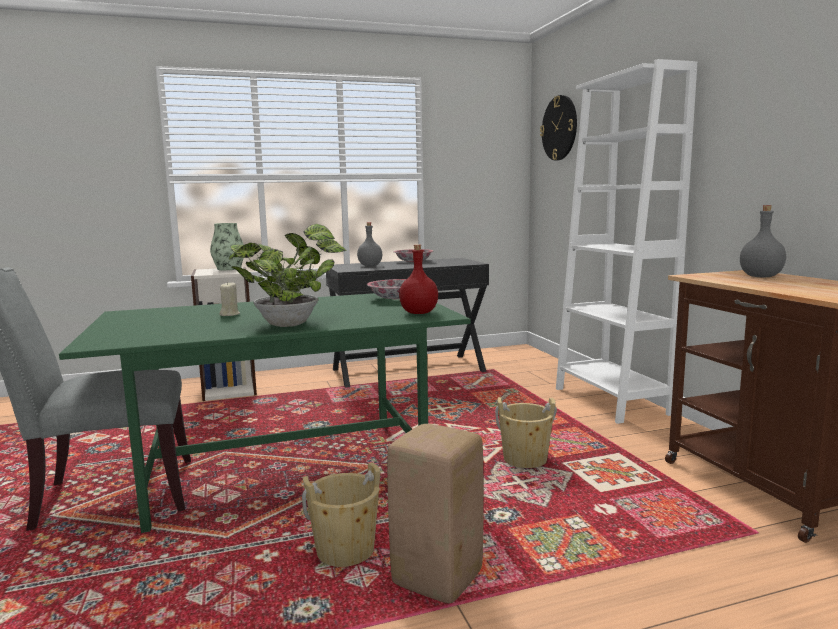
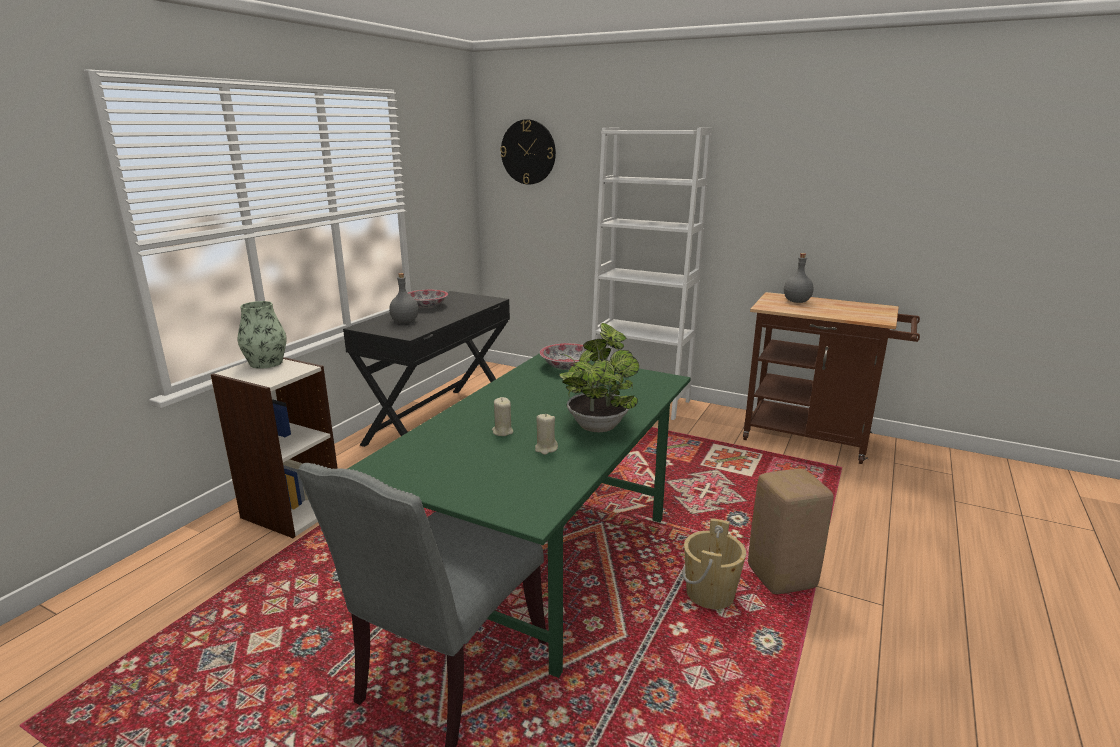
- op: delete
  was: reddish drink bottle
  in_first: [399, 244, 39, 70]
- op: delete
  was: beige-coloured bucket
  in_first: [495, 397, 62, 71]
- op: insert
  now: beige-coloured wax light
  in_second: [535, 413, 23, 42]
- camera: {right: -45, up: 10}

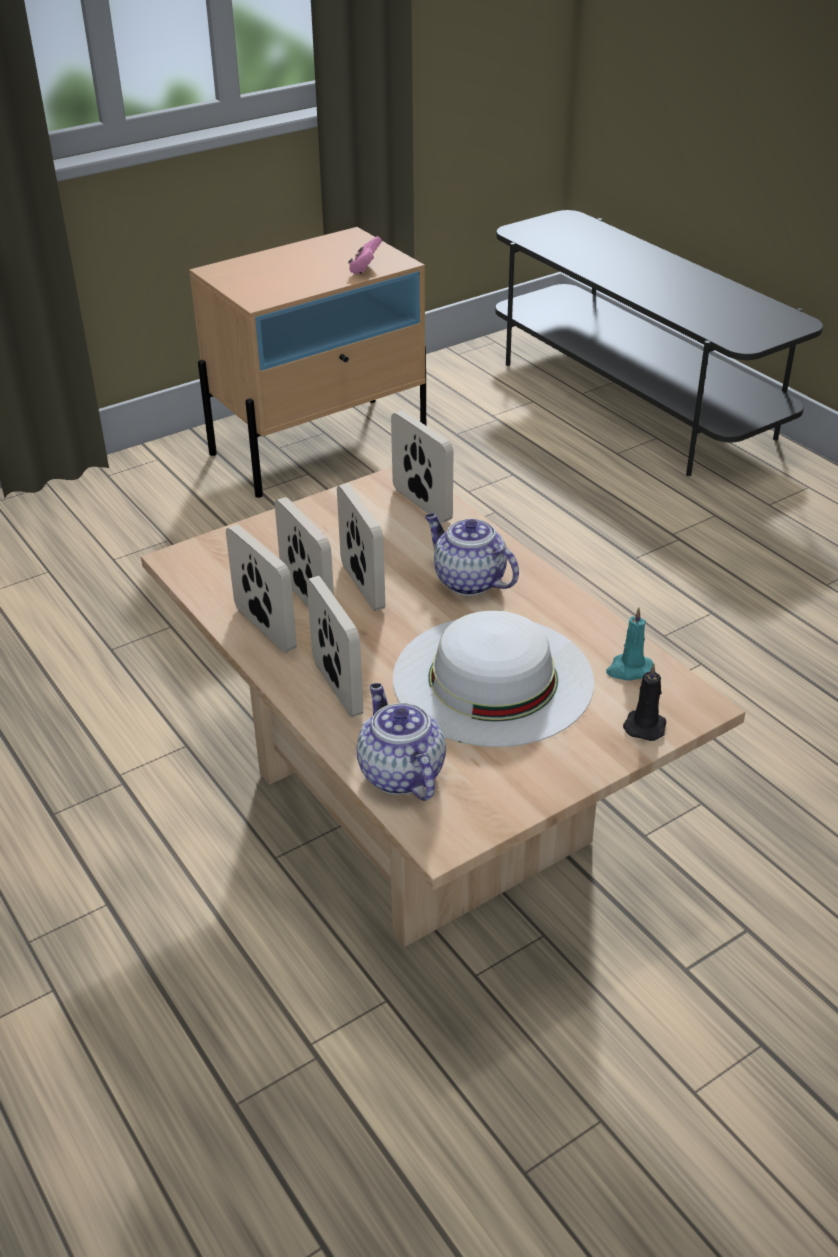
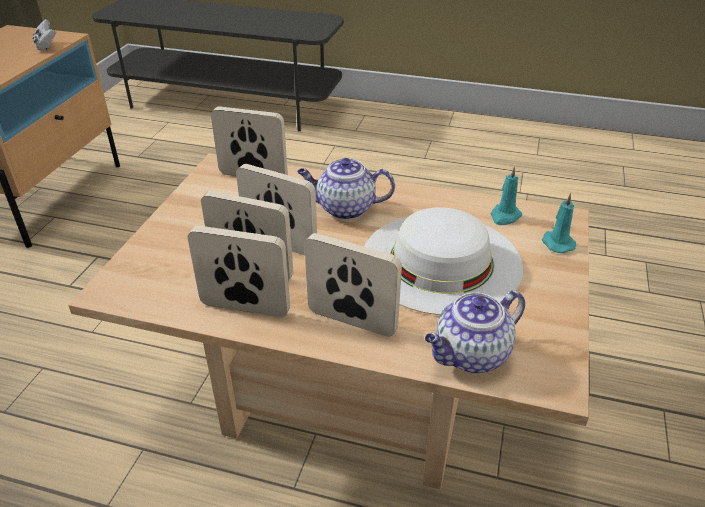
- op: recolor
  was: pink game controller
  now: white game controller
  in_first: [348, 236, 34, 38]
  in_second: [32, 19, 24, 32]
- op: rotate
  was: pot for tea
  in_first: [357, 683, 89, 118]
  in_second: [425, 290, 100, 84]
  clockwise: -60
- op: recolor
  was: blackish wax light
  now: turquoise wax light
  in_first: [623, 663, 43, 78]
  in_second: [542, 193, 34, 60]
- camera: {right: -40, up: 0}

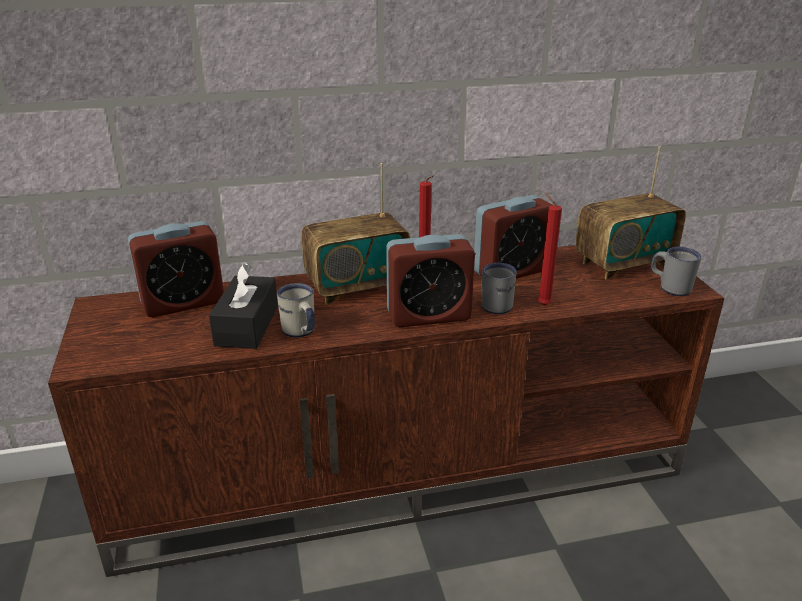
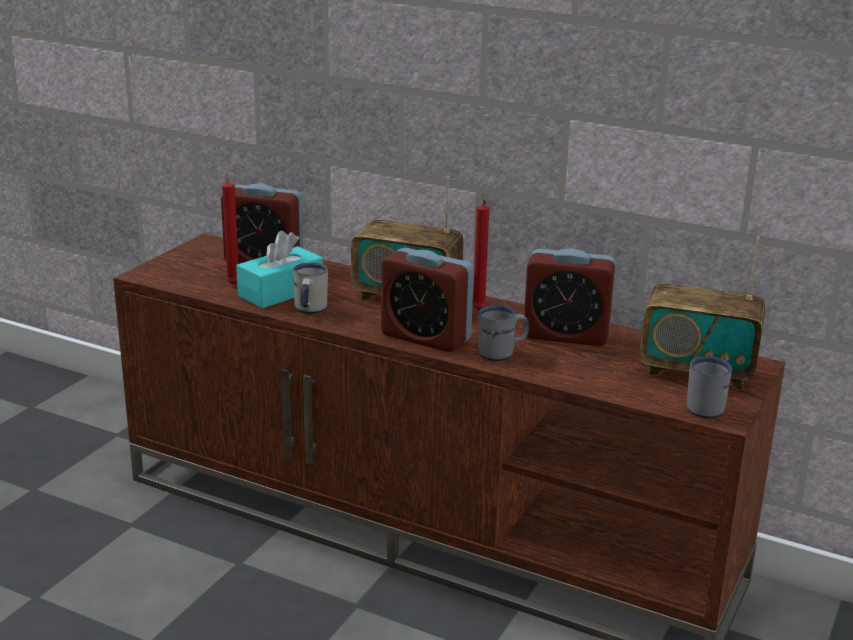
- op: recolor
  was: blackish tissue box
  now: turquoise tissue box
  in_first: [209, 263, 69, 86]
  in_second: [236, 231, 87, 78]
- op: move
  was: reddish wax light
  in_first: [537, 192, 25, 114]
  in_second: [222, 170, 17, 115]
- camera: {right: 40, up: -5}

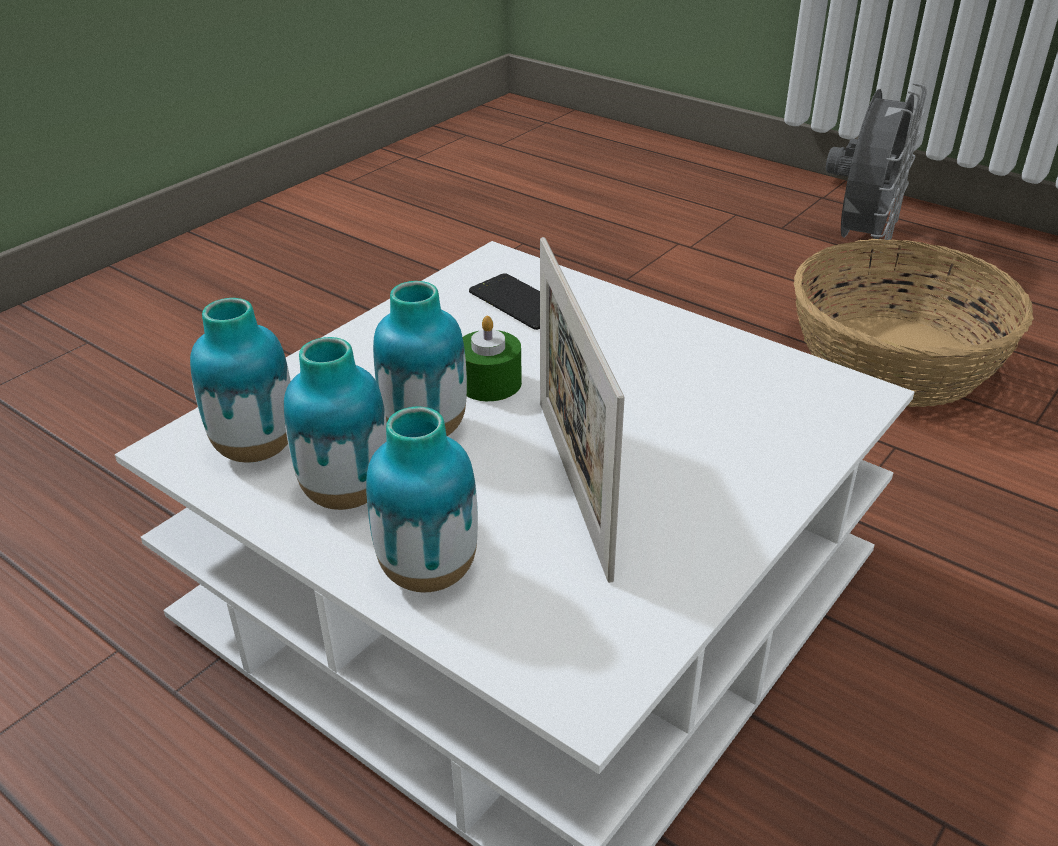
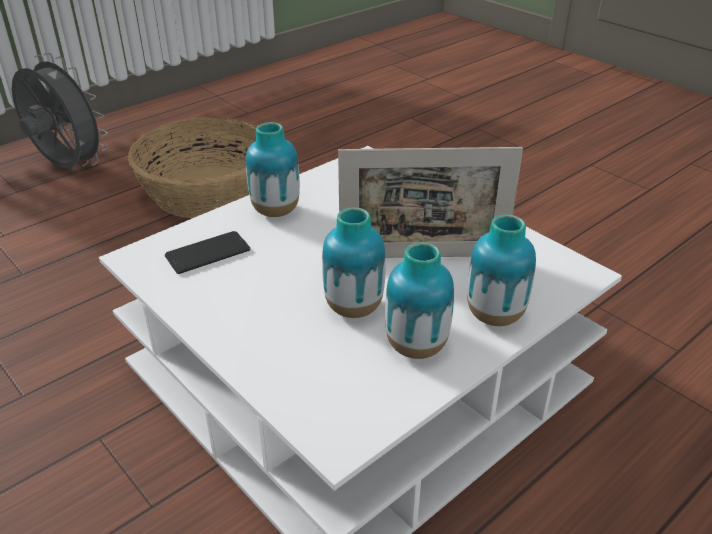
- op: move
  was: flower vase
  in_first: [190, 298, 101, 164]
  in_second: [246, 122, 54, 95]
- op: delete
  was: greenish wax light
  in_first: [463, 316, 59, 85]
- camera: {right: -80, up: 0}

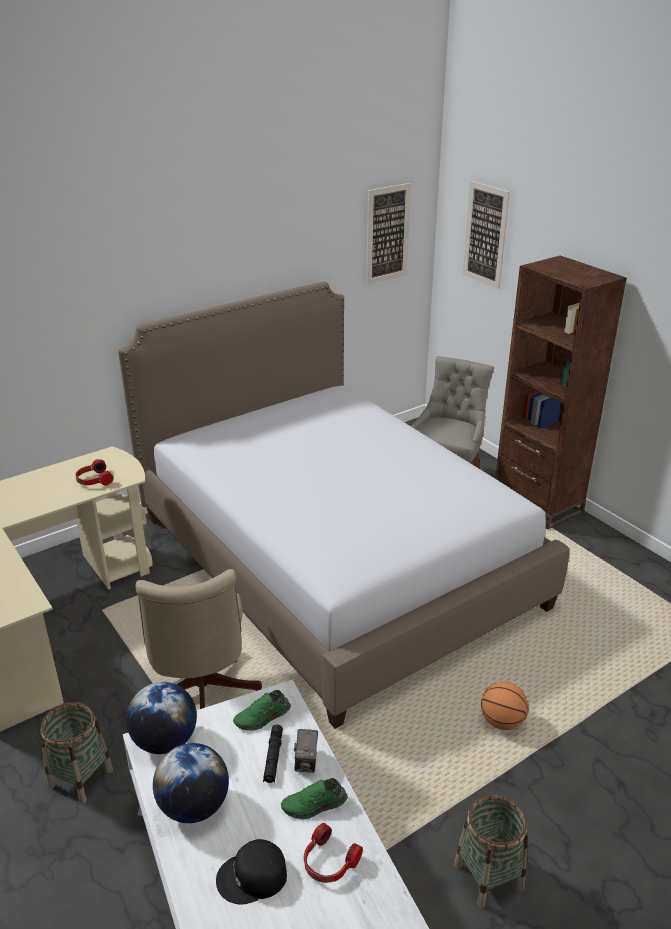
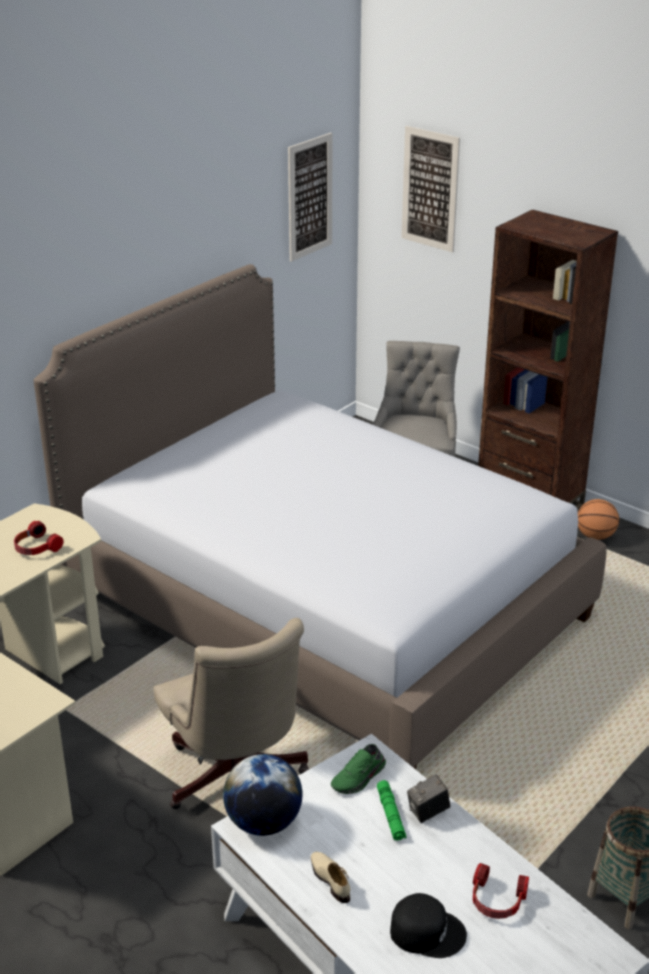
- op: delete
  was: household basket
  in_first: [40, 702, 73, 102]
- op: replace
  was: globe
  now: beige-coloured item of footwear
  in_first: [153, 743, 76, 80]
  in_second: [311, 852, 39, 51]
- op: rotate
  was: blackish baseball cap
  in_first: [216, 839, 71, 66]
  in_second: [390, 893, 77, 65]
  clockwise: -135
- op: recolor
  was: blackish flashlight
  now: greenish flashlight
  in_first: [263, 724, 20, 59]
  in_second: [377, 780, 29, 60]
- op: delete
  was: greenish item of footwear
  in_first: [281, 778, 67, 41]
- op: rotate
  was: photo camera
  in_first: [294, 729, 24, 44]
  in_second: [407, 775, 43, 48]
  clockwise: 75
- op: move
  was: basketball ball
  in_first: [481, 682, 48, 48]
  in_second: [578, 499, 41, 41]
- camera: {right: -15, up: 0}

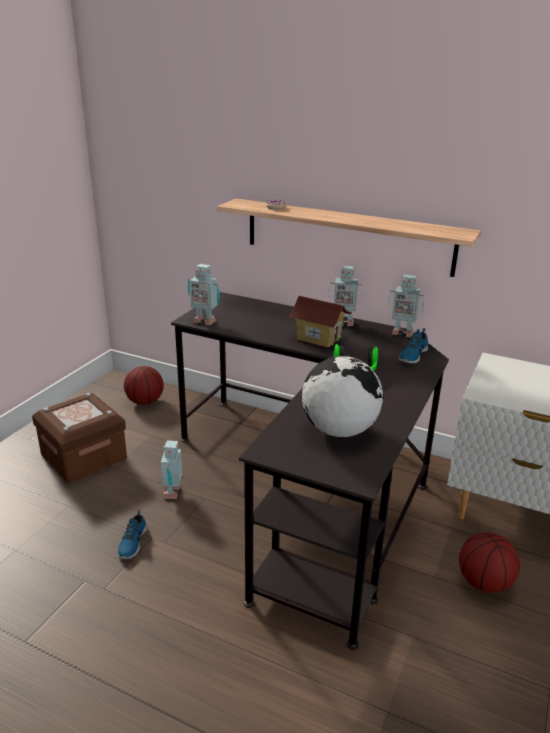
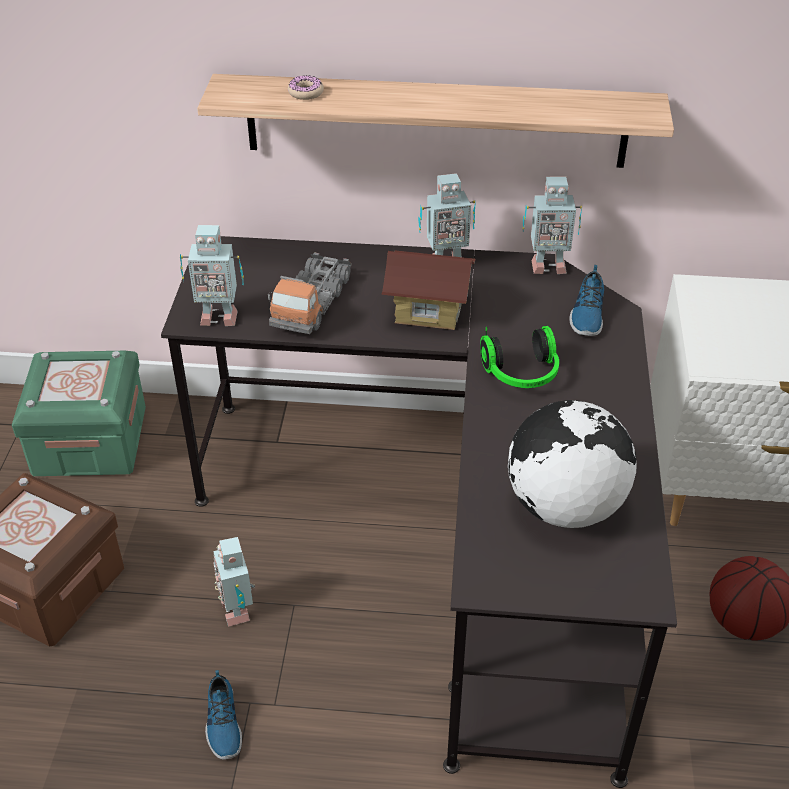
- op: replace
  was: basketball ball
  now: greenish storage box
  in_first: [124, 366, 40, 39]
  in_second: [12, 351, 134, 125]
- op: insert
  now: toy truck
  in_second: [268, 252, 83, 82]
- camera: {right: -20, up: 15}

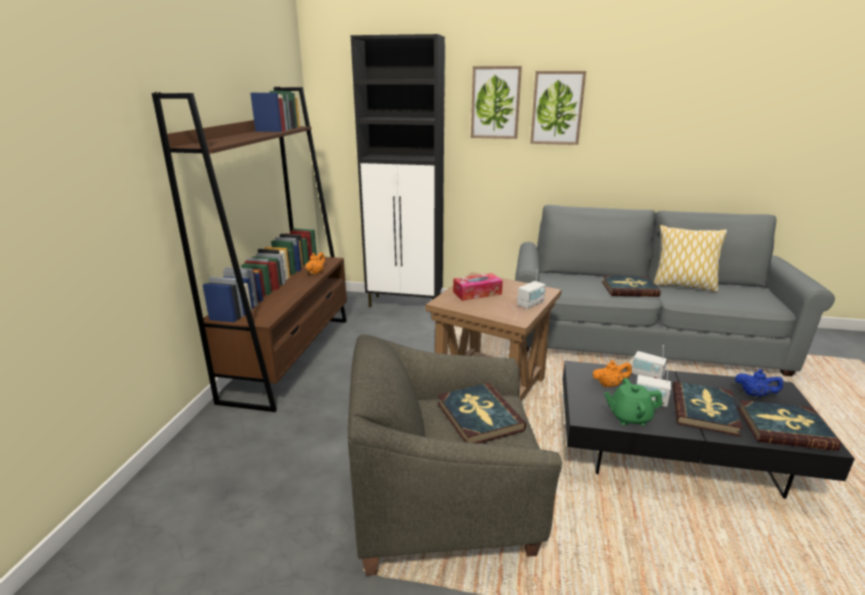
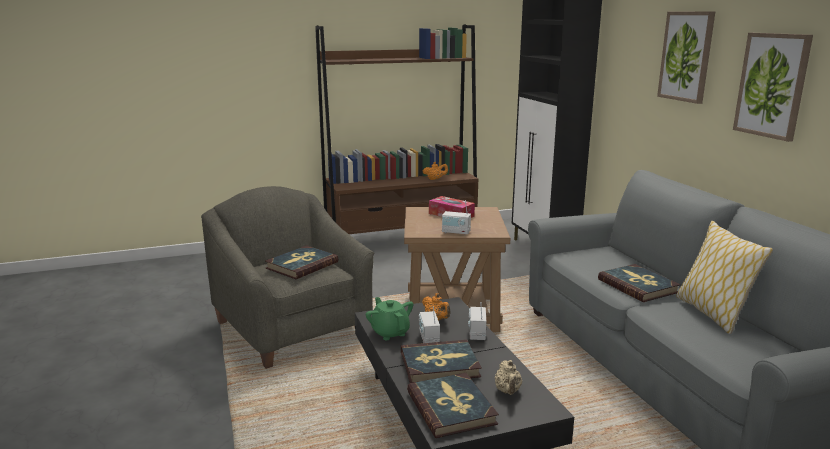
- op: move
  was: picture
  in_first: [471, 66, 51, 73]
  in_second: [733, 33, 80, 109]
- op: recolor
  was: bluish pot for tea
  now: beige-coloured pot for tea
  in_first: [735, 369, 49, 28]
  in_second: [494, 360, 28, 35]
- camera: {right: 60, up: -5}

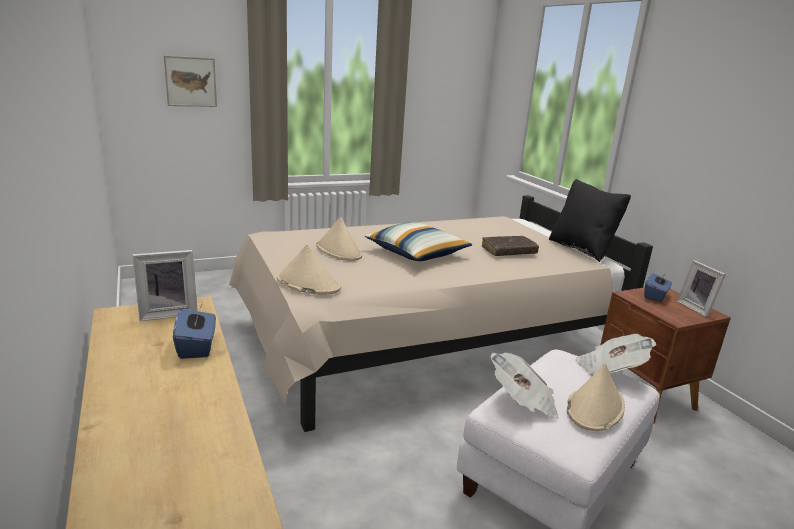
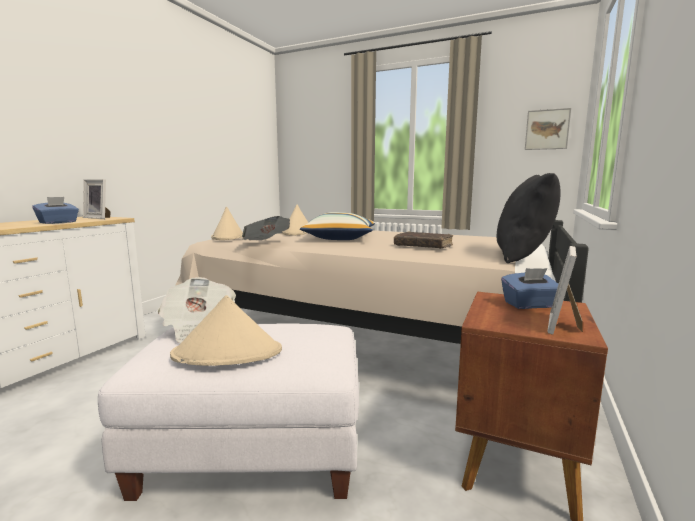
- op: move
  was: picture
  in_first: [164, 56, 53, 51]
  in_second: [525, 108, 46, 42]
- op: move
  was: printed paper
  in_first: [576, 334, 80, 42]
  in_second: [242, 216, 48, 24]
- camera: {right: 50, up: -10}

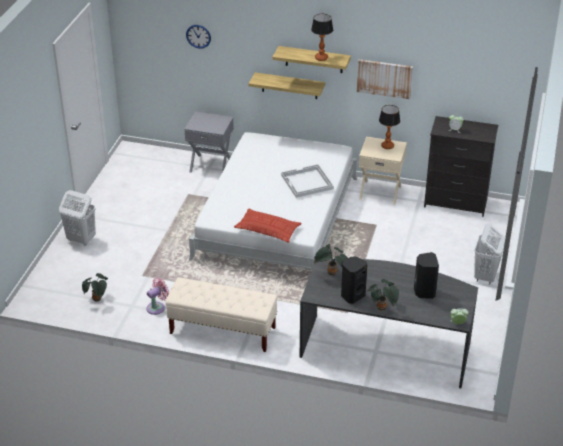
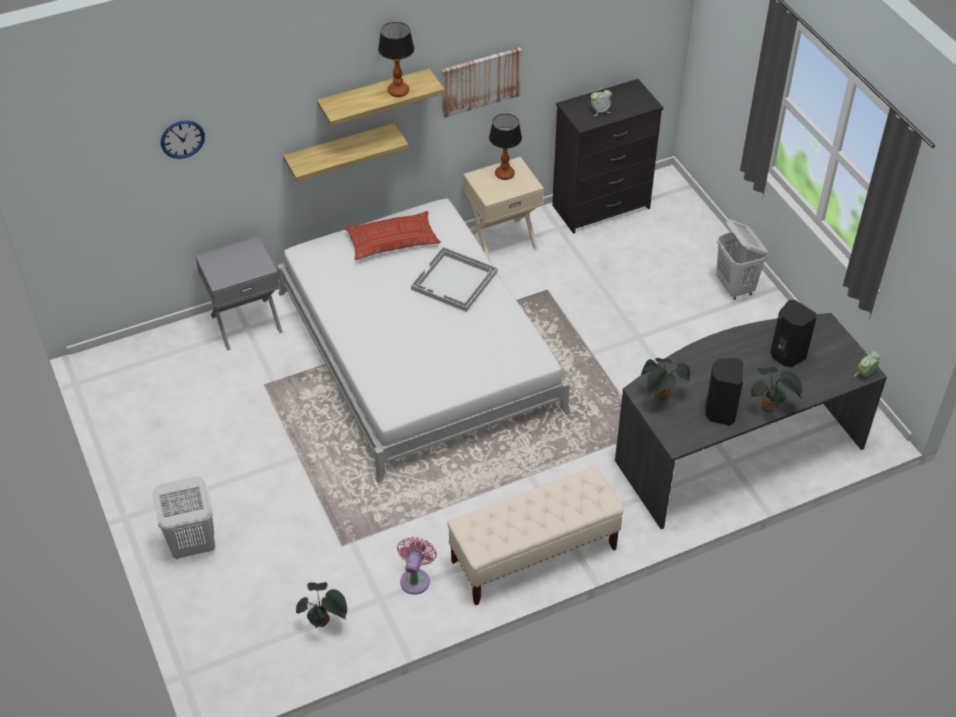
- op: move
  was: pillow
  in_first: [234, 208, 68, 35]
  in_second: [345, 211, 96, 49]
- camera: {right: -40, up: 10}

